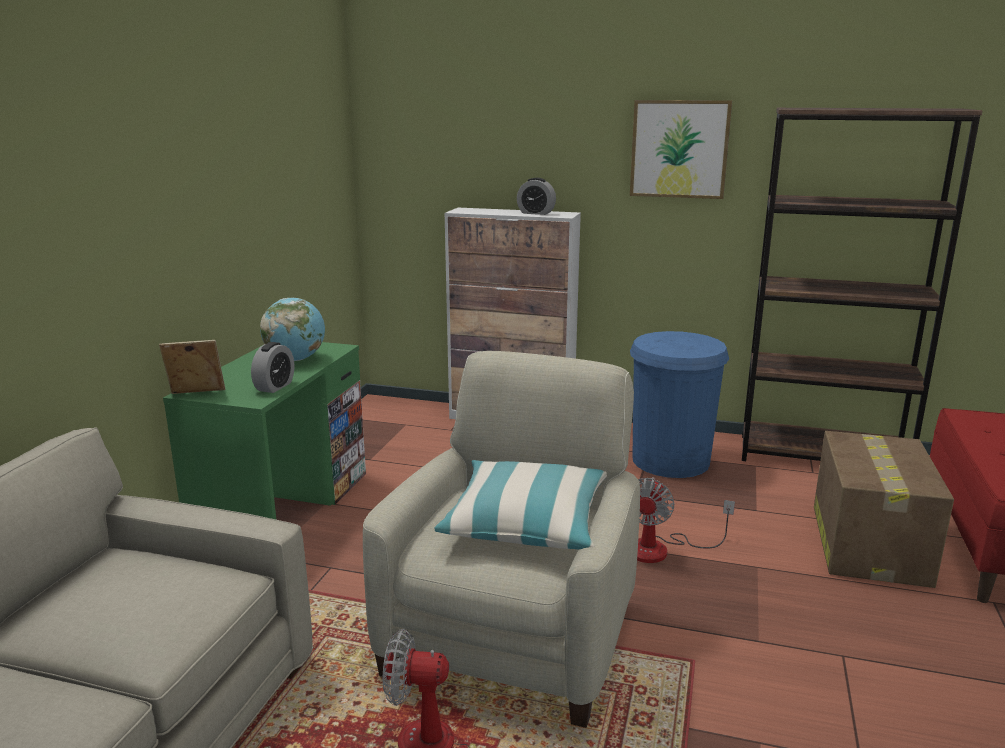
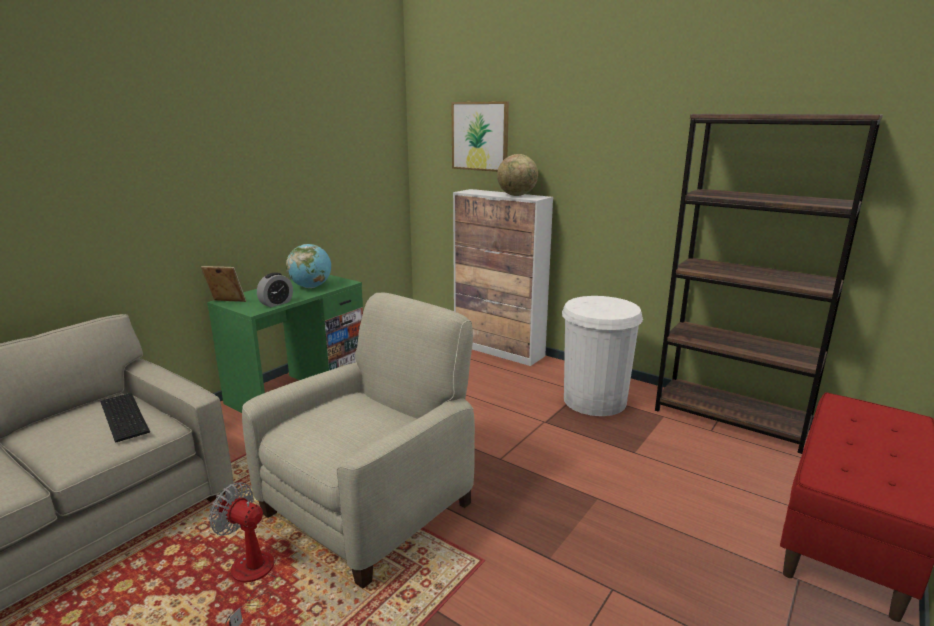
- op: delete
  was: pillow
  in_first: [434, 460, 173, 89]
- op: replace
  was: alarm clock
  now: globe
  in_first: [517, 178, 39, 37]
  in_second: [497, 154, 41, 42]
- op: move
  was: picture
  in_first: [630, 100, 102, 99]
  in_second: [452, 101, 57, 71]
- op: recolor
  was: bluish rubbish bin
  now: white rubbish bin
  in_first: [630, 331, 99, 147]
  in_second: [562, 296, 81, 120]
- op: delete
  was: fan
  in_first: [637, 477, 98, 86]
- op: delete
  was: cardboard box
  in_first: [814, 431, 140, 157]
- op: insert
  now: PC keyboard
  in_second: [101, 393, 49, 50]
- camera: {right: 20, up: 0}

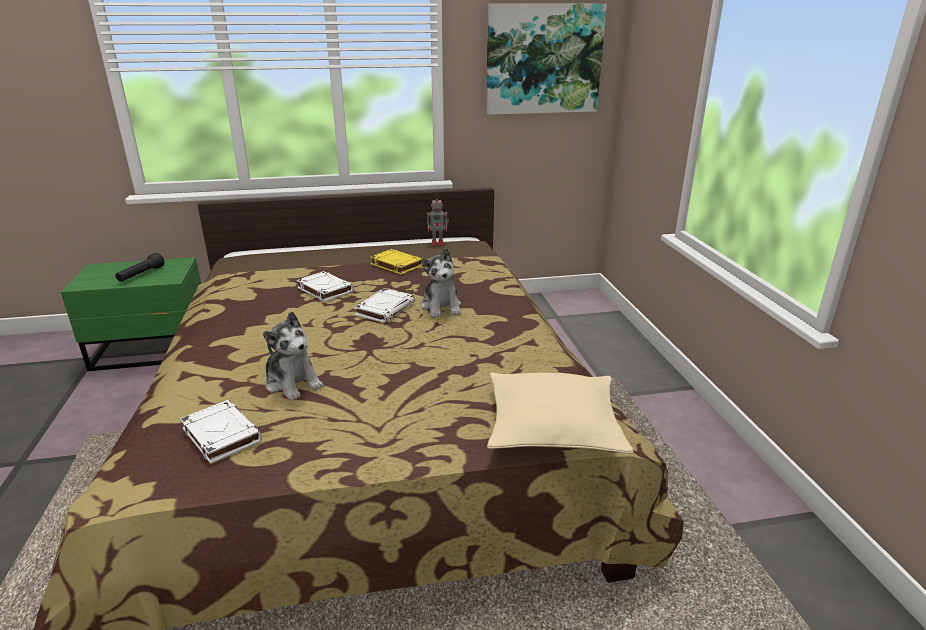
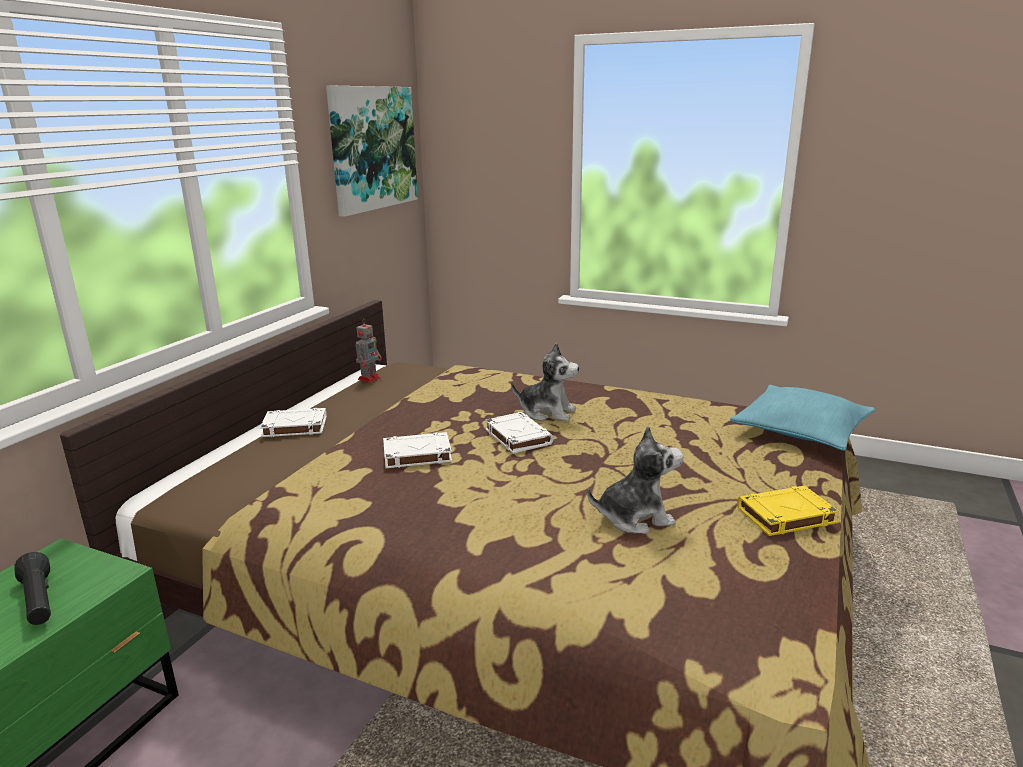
- op: move
  was: white book
  in_first: [180, 400, 82, 64]
  in_second: [260, 408, 67, 29]
- op: move
  was: yellow-coloured book
  in_first: [370, 249, 52, 26]
  in_second: [737, 486, 102, 50]
- op: recolor
  was: beige-coloured pillow
  now: turquoise pillow
  in_first: [487, 372, 146, 82]
  in_second: [730, 385, 145, 66]
- camera: {right: -55, up: -5}

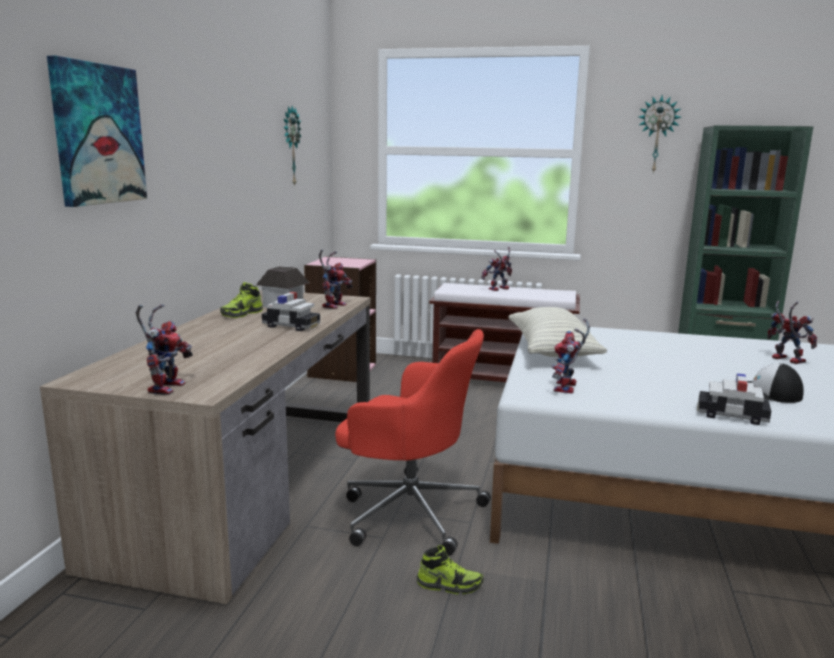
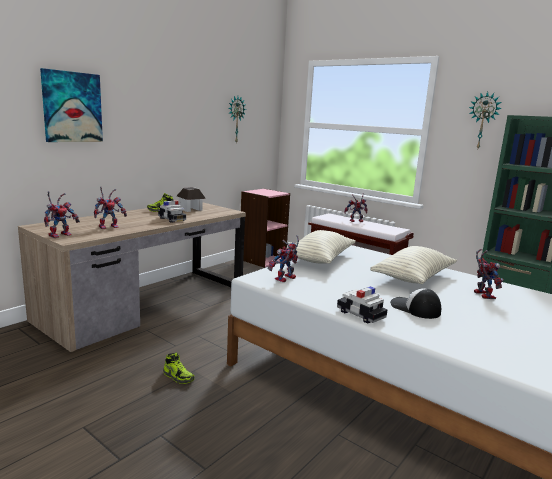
- op: move
  was: robot figure
  in_first: [319, 250, 34, 59]
  in_second: [94, 186, 33, 43]
- op: delete
  was: reddish office chair
  in_first: [335, 329, 156, 227]
- op: insert
  now: pillow
  in_second: [370, 246, 87, 38]
- camera: {right: 25, up: 0}

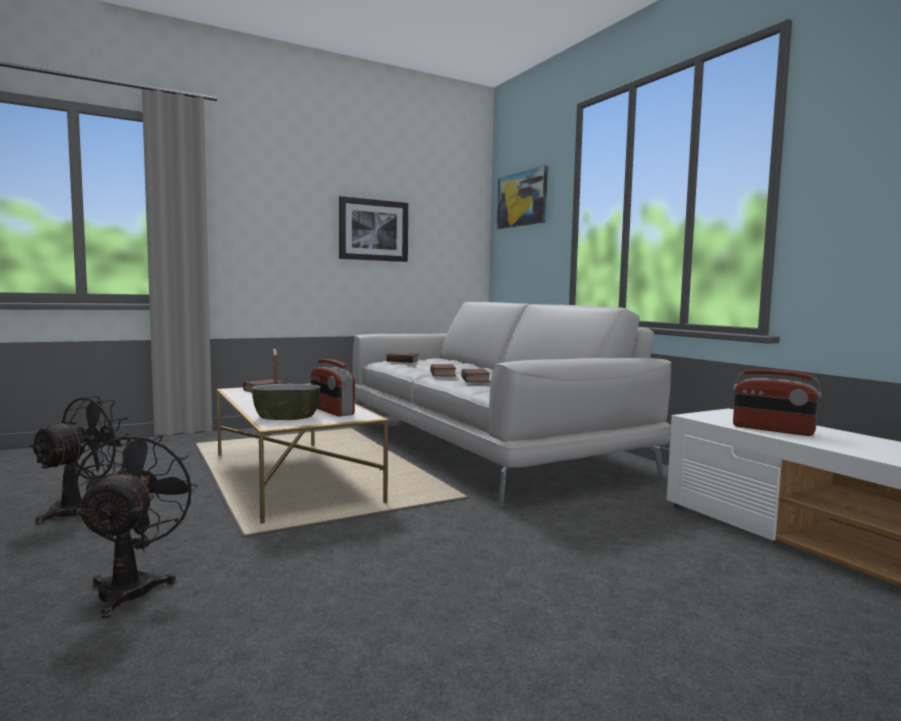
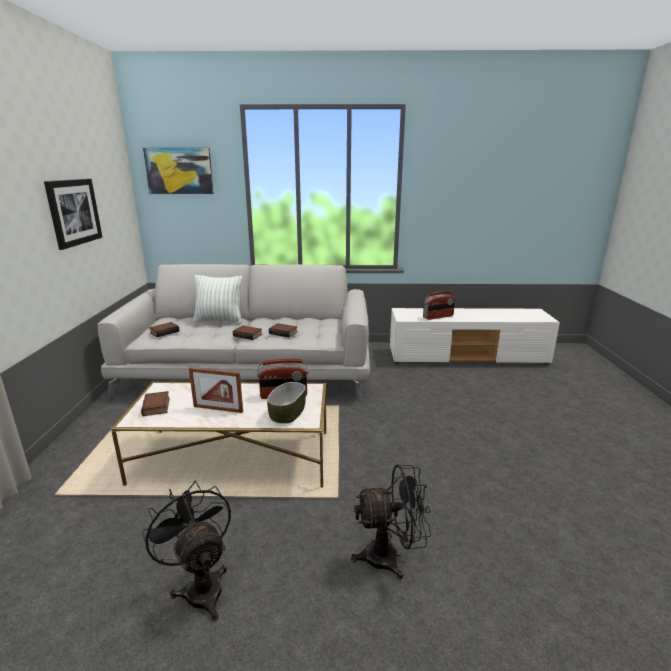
- op: rotate
  was: blackish fan
  in_first: [74, 433, 124, 185]
  in_second: [351, 464, 80, 116]
  clockwise: 150
- op: insert
  now: pillow
  in_second: [193, 275, 49, 49]
- camera: {right: -60, up: 15}

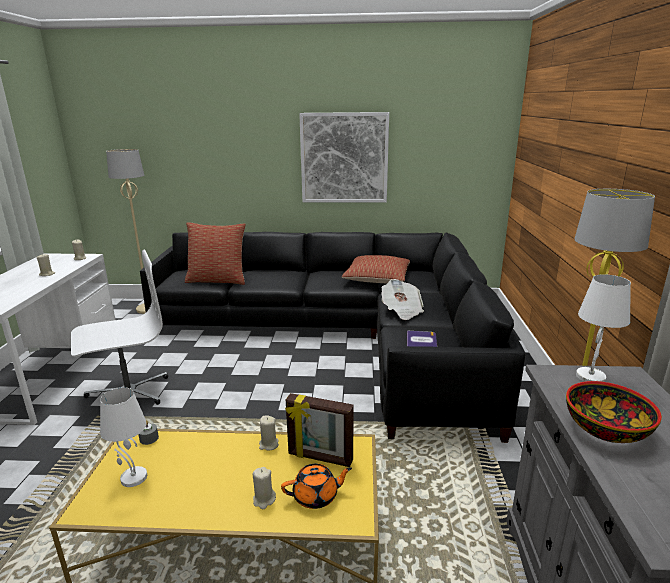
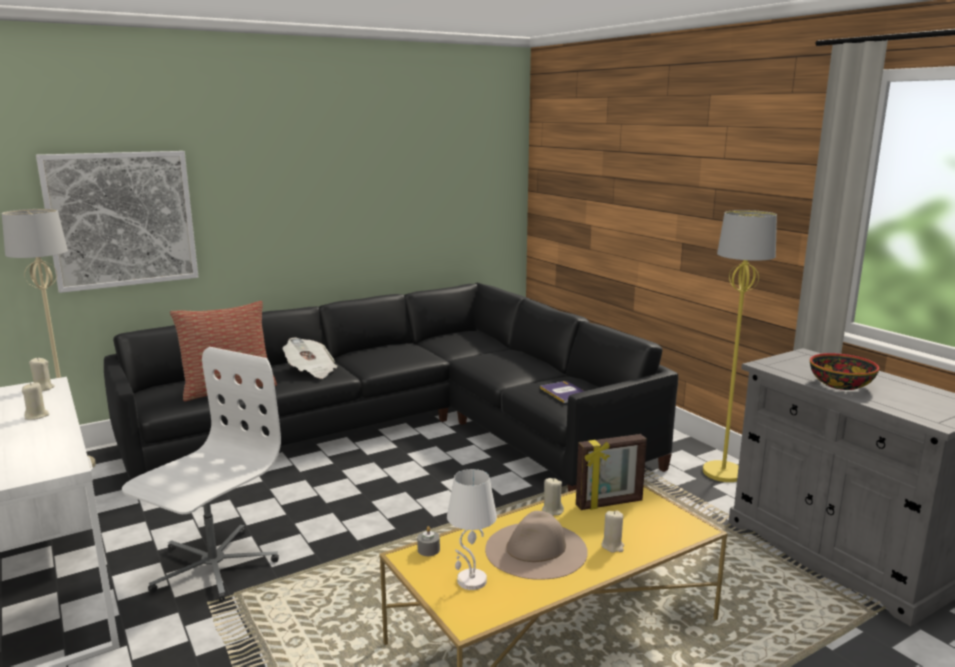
- op: delete
  was: orangey pot for tea
  in_first: [281, 464, 71, 45]
- op: move
  was: picture
  in_first: [299, 112, 90, 90]
  in_second: [36, 151, 162, 142]
- op: delete
  was: pillow
  in_first: [342, 255, 68, 28]
- op: move
  was: printed paper
  in_first: [381, 279, 43, 41]
  in_second: [283, 338, 55, 41]
- op: delete
  was: white tabletop lamp
  in_first: [576, 274, 55, 108]
- op: insert
  now: beige-coloured wearable hat
  in_second: [485, 511, 103, 69]
- camera: {right: -35, up: -5}

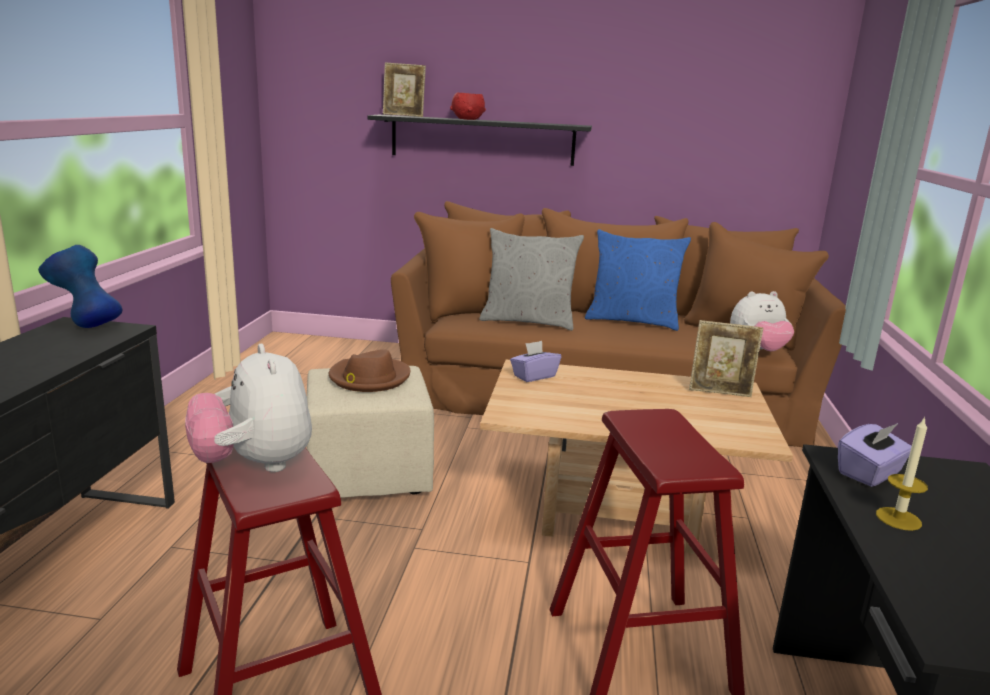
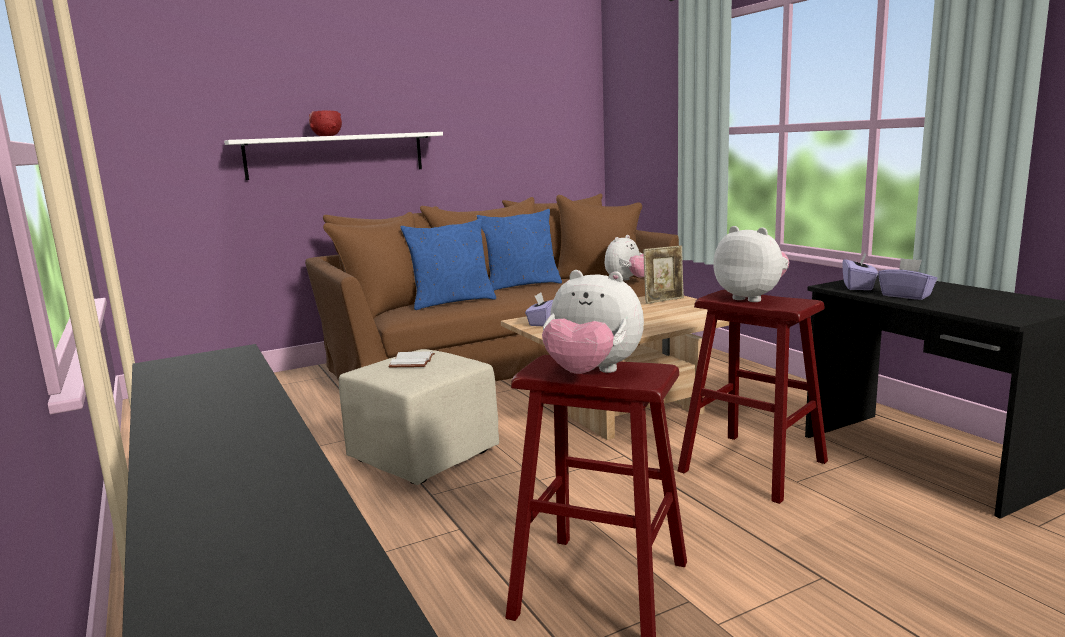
- op: delete
  was: bluish flower vase
  in_first: [38, 245, 85, 83]
- op: replace
  was: brown wearable hat
  now: white book
  in_first: [329, 349, 82, 43]
  in_second: [388, 351, 47, 16]
- op: recolor
  was: blackish bracket shelf
  now: white bracket shelf
  in_first: [368, 115, 224, 51]
  in_second: [224, 132, 219, 48]
- op: delete
  was: standing frame
  in_first: [383, 62, 43, 55]
- op: recolor
  was: greyish pillow
  now: bluish pillow
  in_first: [479, 228, 105, 103]
  in_second: [400, 218, 96, 92]
- op: replace
  was: wax light
  now: purplish tissue box
  in_first: [876, 416, 52, 115]
  in_second: [878, 258, 60, 42]
- op: insert
  now: cuddly toy
  in_second: [714, 226, 75, 76]
- camera: {right: -35, up: -5}

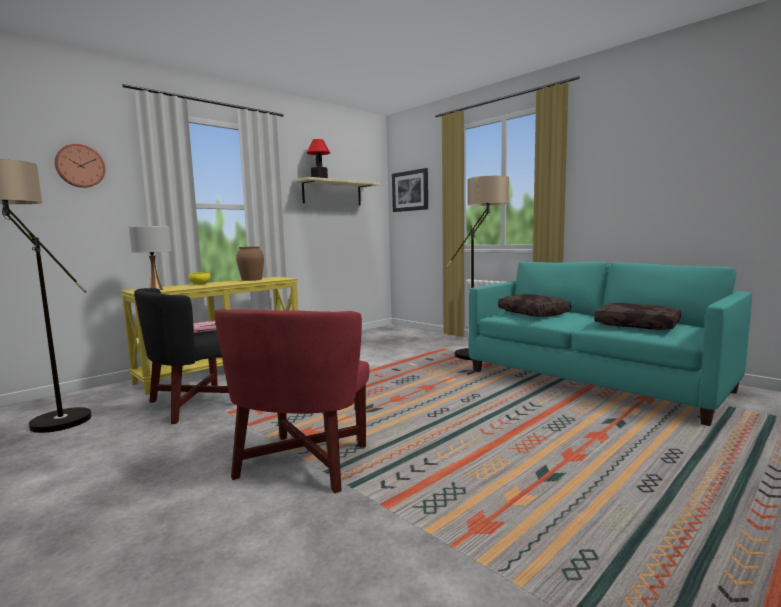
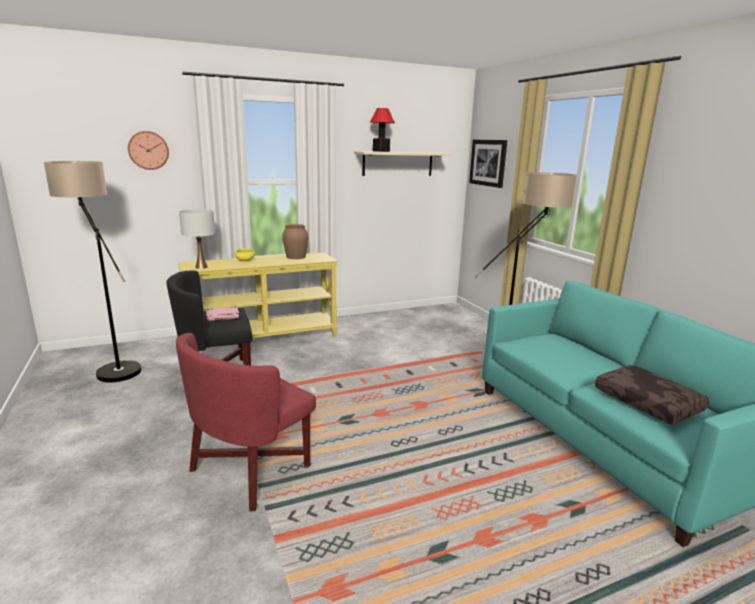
- op: delete
  was: brown pillow
  in_first: [498, 294, 73, 23]
- camera: {right: 20, up: 10}

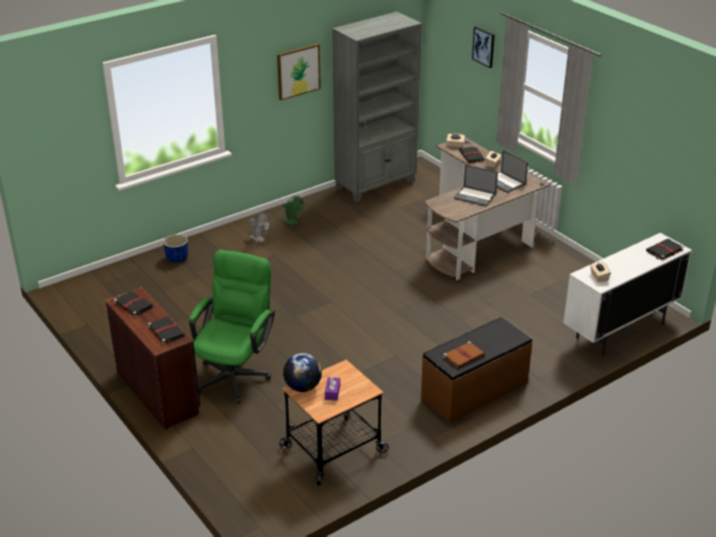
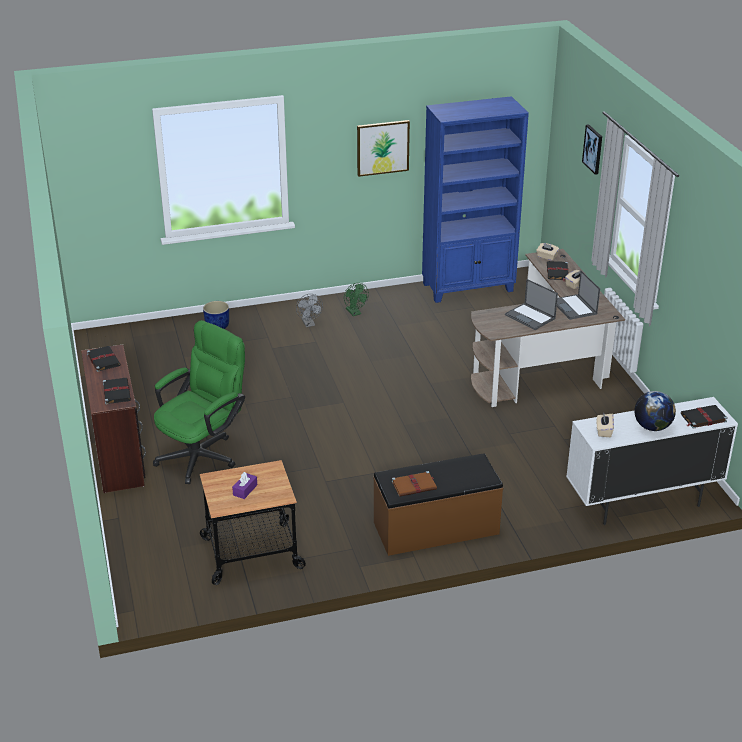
- op: move
  was: globe
  in_first: [283, 353, 39, 39]
  in_second: [634, 391, 42, 40]
- op: recolor
  was: greyish bookcase
  now: bluish bookcase
  in_first: [332, 12, 90, 190]
  in_second: [422, 96, 107, 207]
- camera: {right: 20, up: 0}

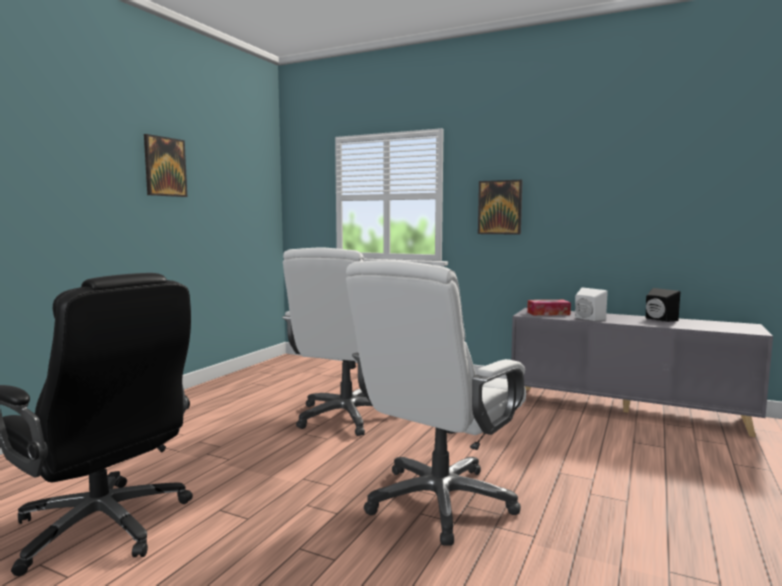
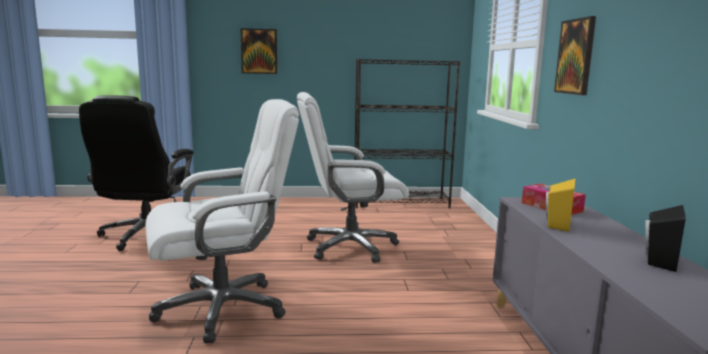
- op: move
  was: picture
  in_first: [144, 134, 43, 63]
  in_second: [240, 28, 37, 46]
- op: rotate
  was: white office chair
  in_first: [346, 260, 180, 285]
  in_second: [145, 99, 154, 244]
  clockwise: 150
- op: recolor
  was: white speaker
  now: yellow-coloured speaker
  in_first: [575, 287, 33, 34]
  in_second: [546, 179, 29, 53]
- op: insert
  now: blackish bookcase
  in_second: [354, 59, 106, 149]
- camera: {right: 60, up: 5}

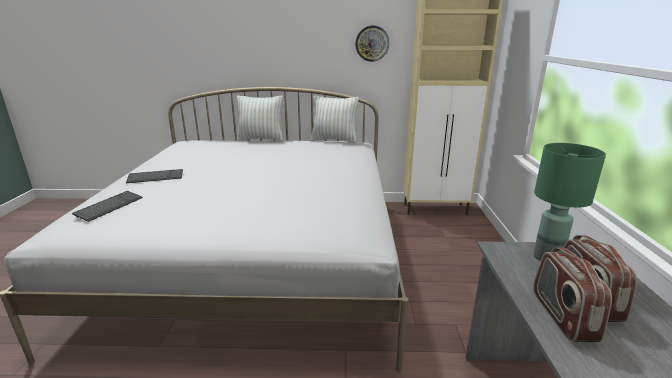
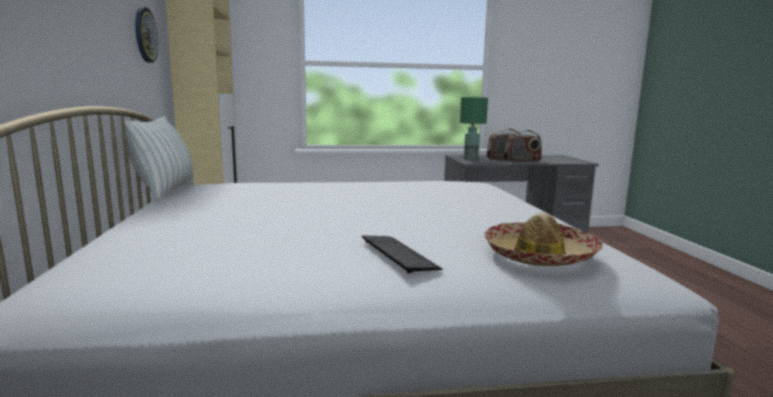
- op: replace
  was: PC keyboard
  now: wearable hat
  in_first: [72, 191, 71, 31]
  in_second: [484, 213, 119, 53]
- op: delete
  was: pillow
  in_first: [237, 96, 46, 45]
- camera: {right: -100, up: -10}

